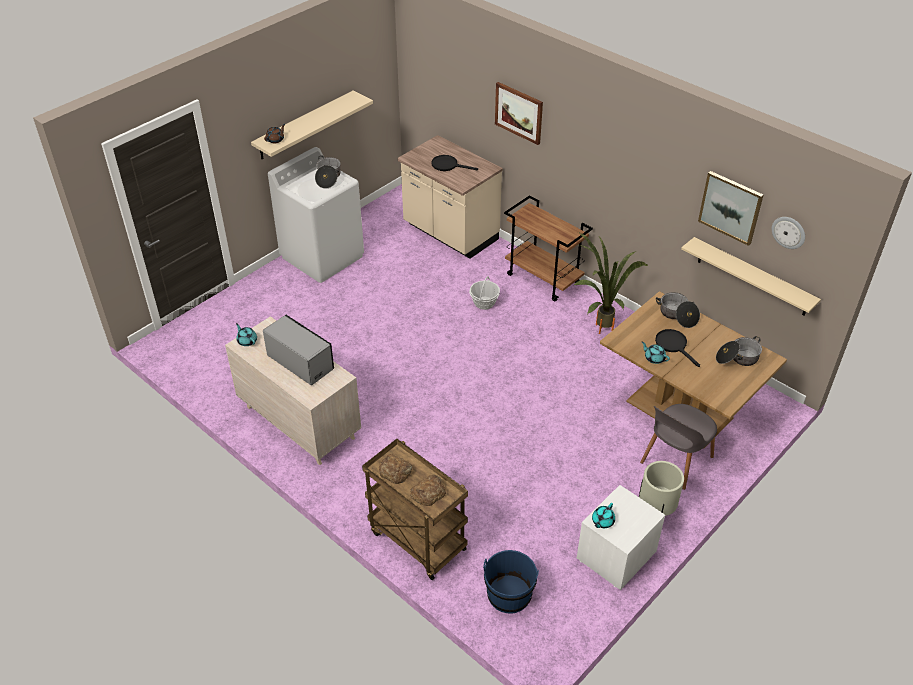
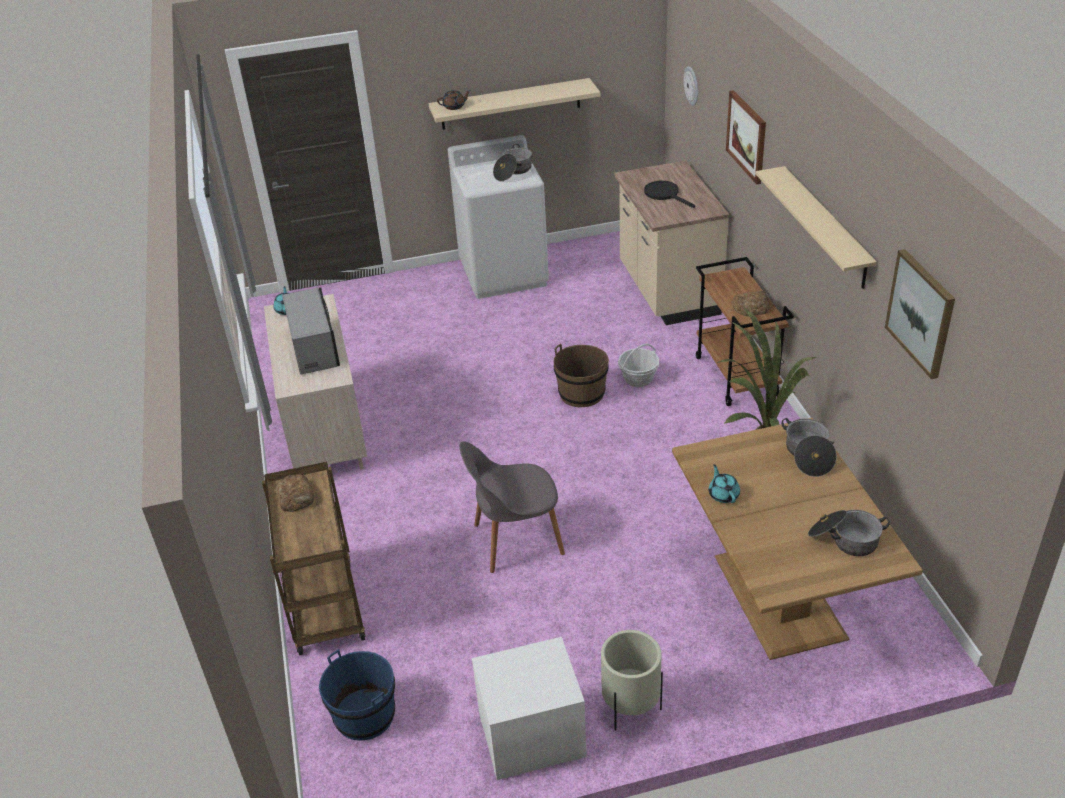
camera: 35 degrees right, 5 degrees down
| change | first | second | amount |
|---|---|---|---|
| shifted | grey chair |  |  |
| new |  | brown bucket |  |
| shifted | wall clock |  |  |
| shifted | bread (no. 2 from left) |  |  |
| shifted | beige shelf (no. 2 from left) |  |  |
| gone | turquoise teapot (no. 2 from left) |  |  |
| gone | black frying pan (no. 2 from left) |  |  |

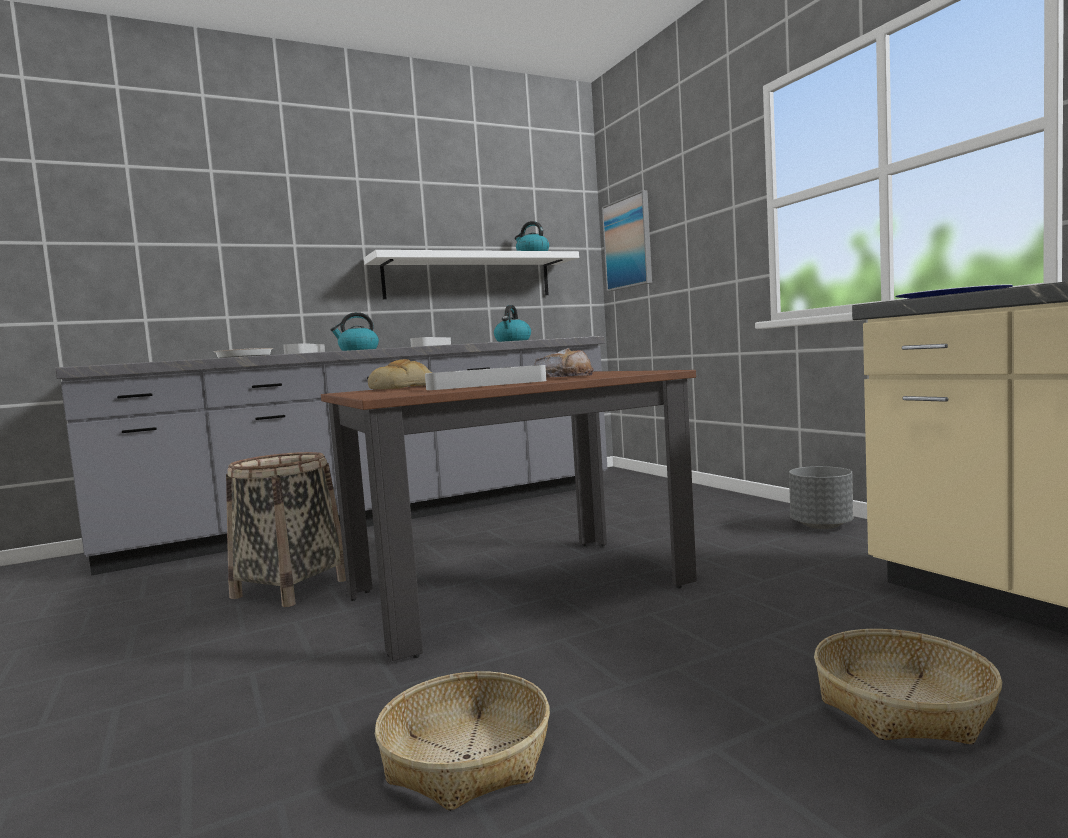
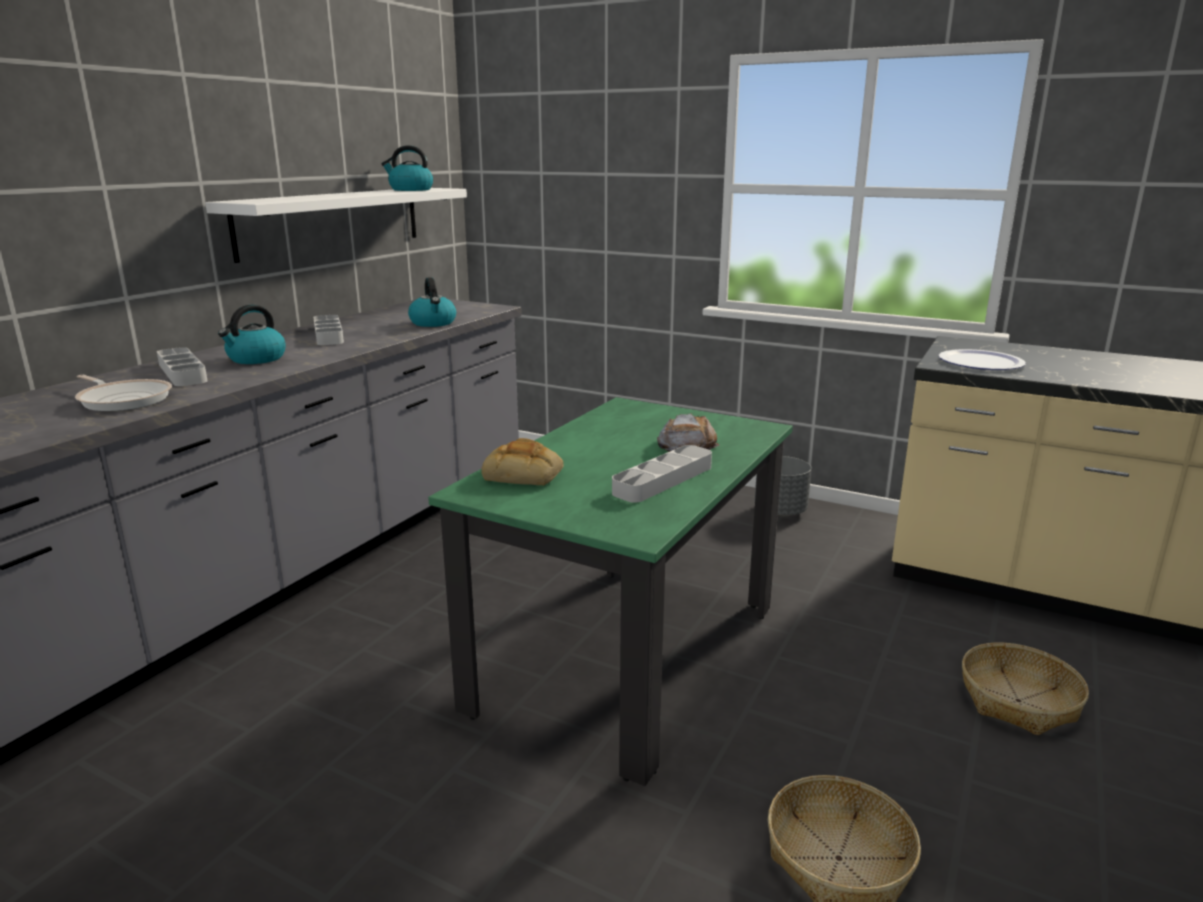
camera: 35 degrees left, 15 degrees up
| change | first | second | amount |
|---|---|---|---|
| repainted | brown dining table | green dining table |  |
| gone | basket (no. 1 from left) |  |  |
| gone | picture |  |  |

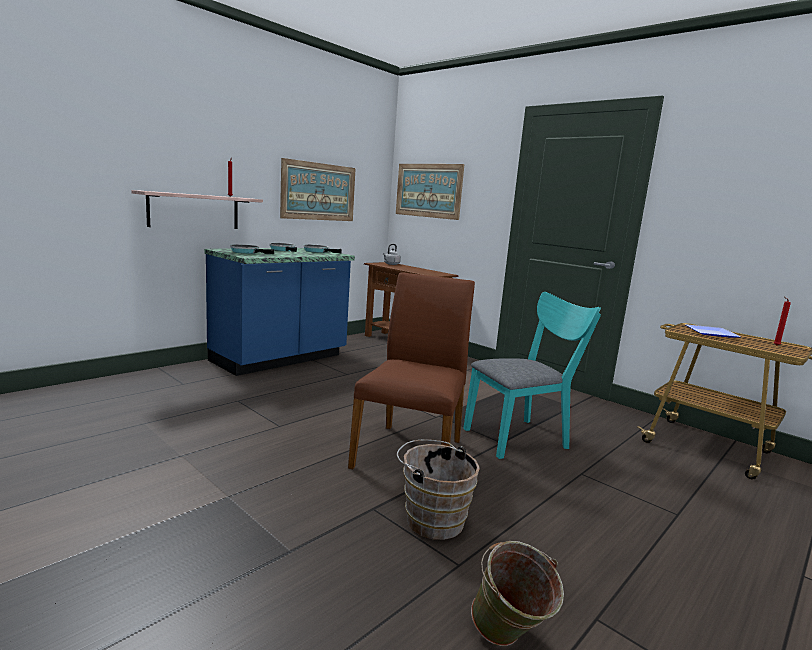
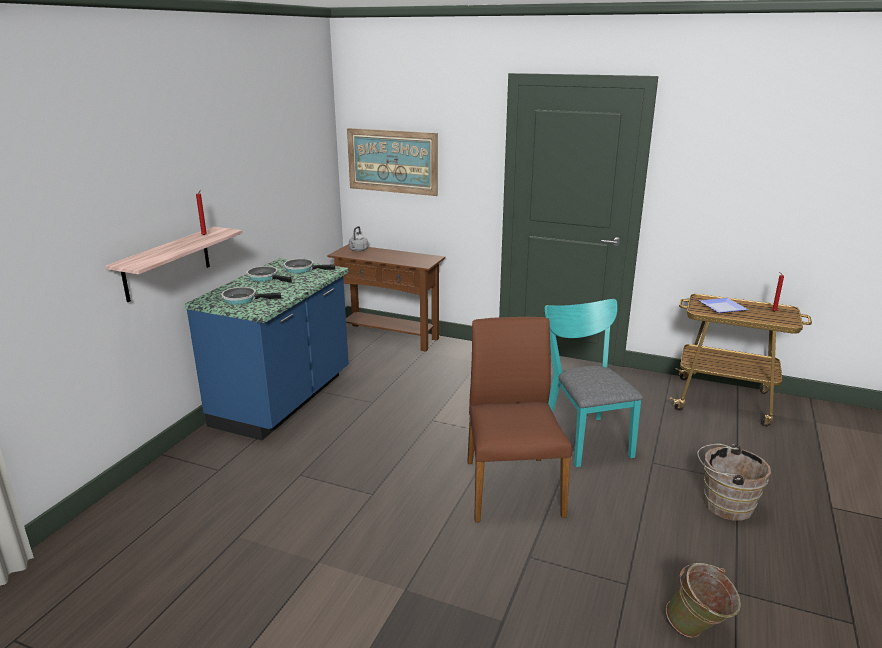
camera: 20 degrees left, 10 degrees up
| change | first | second | amount |
|---|---|---|---|
| rotated | turquoise chair |  | 60 degrees counterclockwise |
| shifted | brown bucket |  |  |
| gone | picture (no. 1 from left) |  |  |

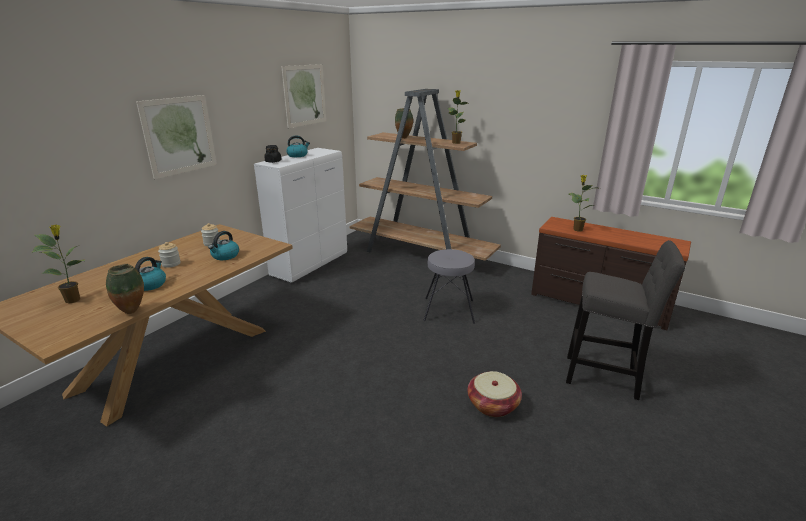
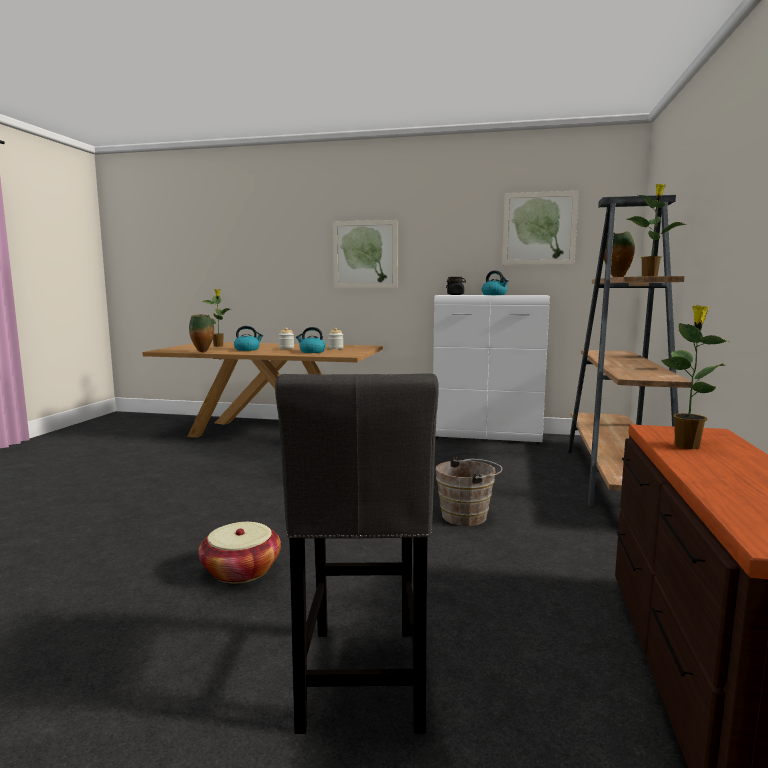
camera: 70 degrees right, 15 degrees down
| change | first | second | amount |
|---|---|---|---|
| swapped | grey stool (no. 1 from left) | brown bucket |  |

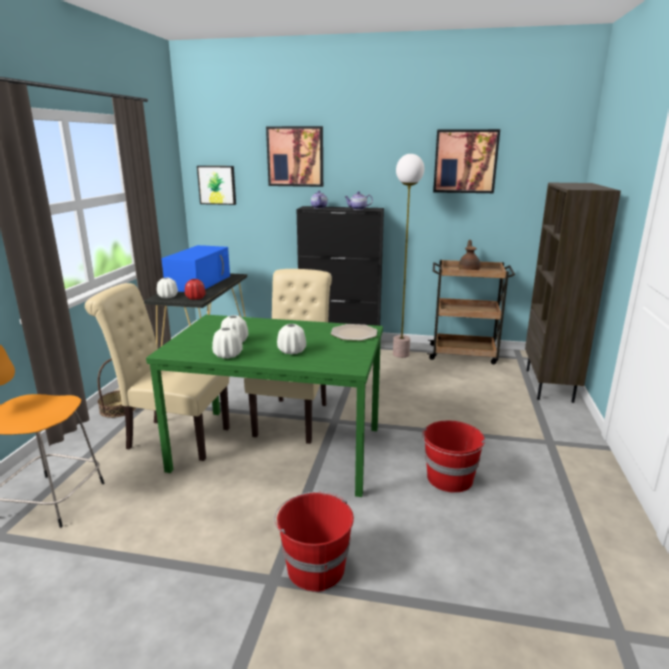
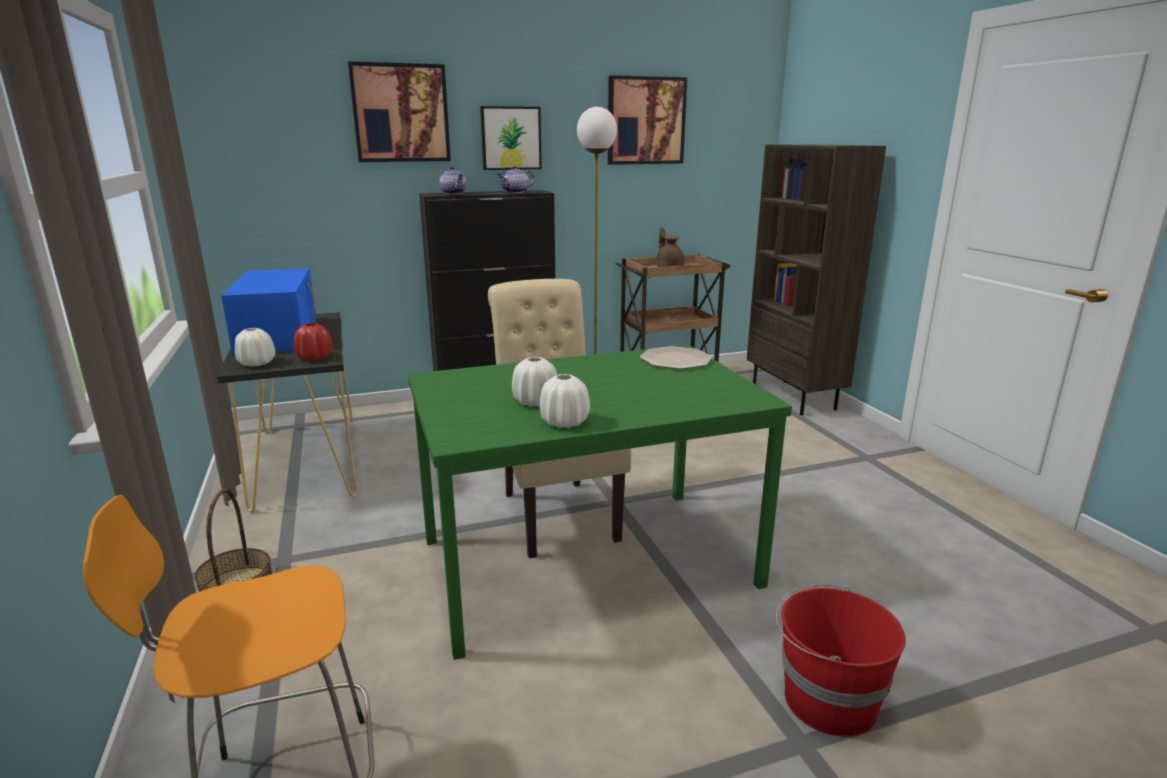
camera: 30 degrees left, 0 degrees up
| change | first | second | amount |
|---|---|---|---|
| shifted | picture (no. 1 from left in the first image) | picture (no. 2 from left) |  |
| gone | beige chair (no. 1 from left) |  |  |
| gone | white vase (no. 4 from left) |  |  |
| gone | red bucket (no. 2 from left) |  |  |

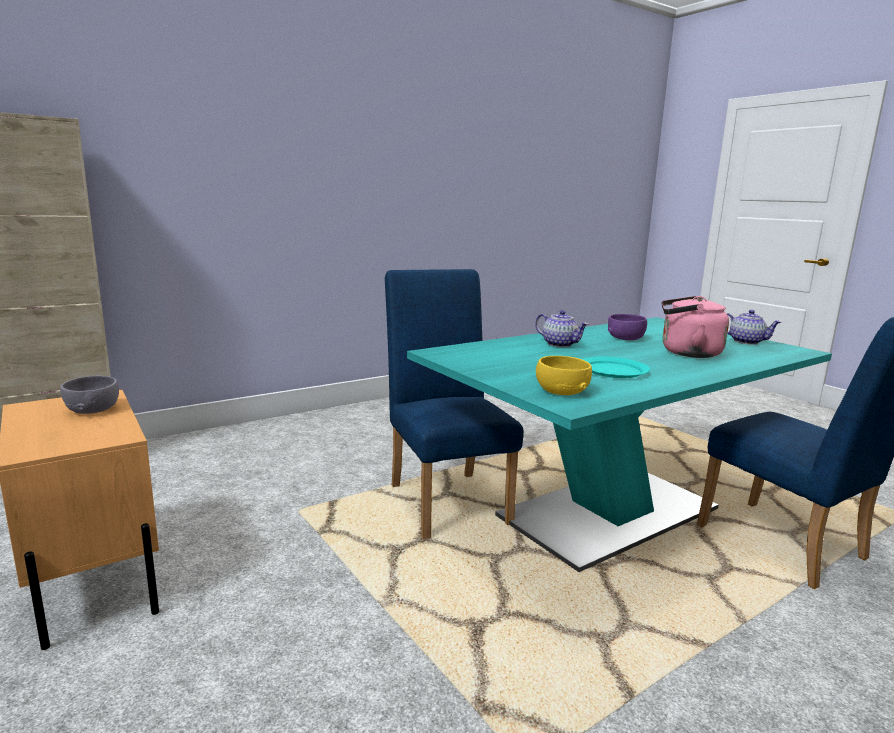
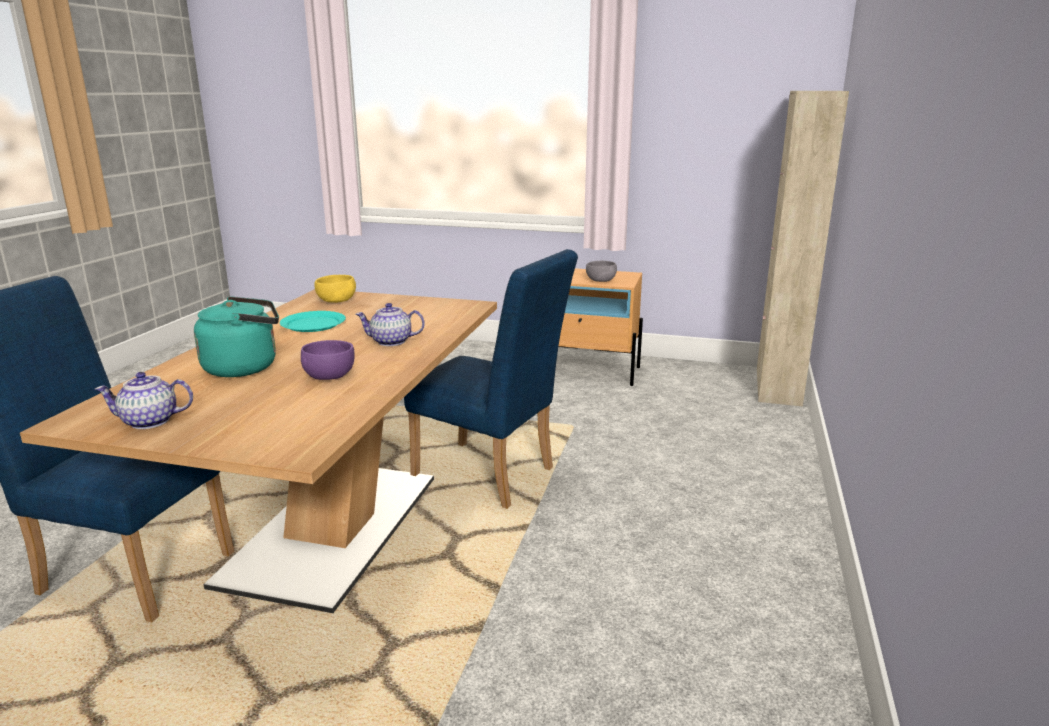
camera: 140 degrees right, 5 degrees up
| change | first | second | amount |
|---|---|---|---|
| repainted | turquoise dining table | brown dining table |  |
| repainted | pink kettle | turquoise kettle |  |

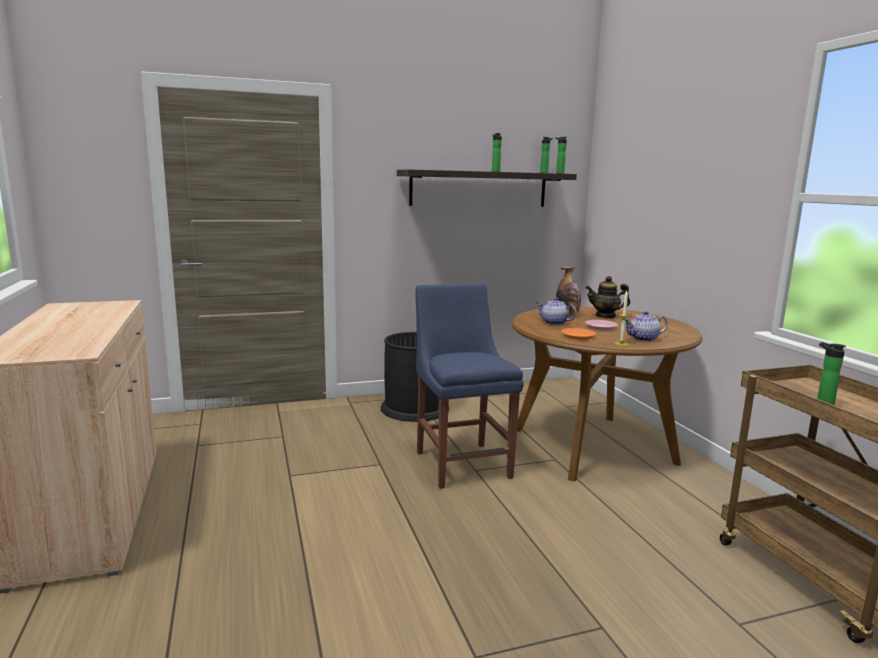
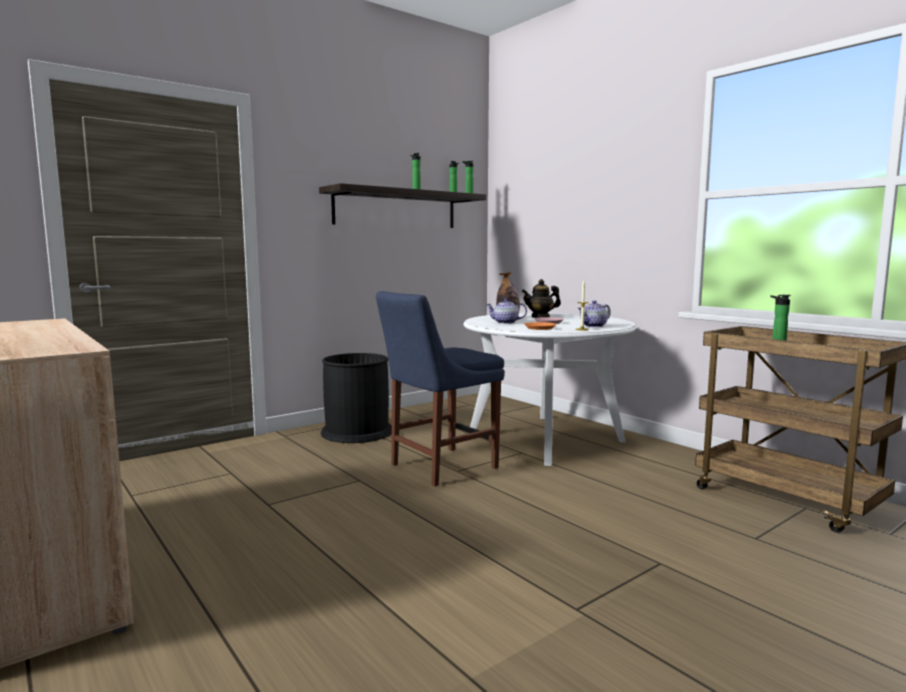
camera: 20 degrees left, 5 degrees down
| change | first | second | amount |
|---|---|---|---|
| rotated | blue chair |  | 90 degrees counterclockwise |
| repainted | brown dining table | white dining table |  |

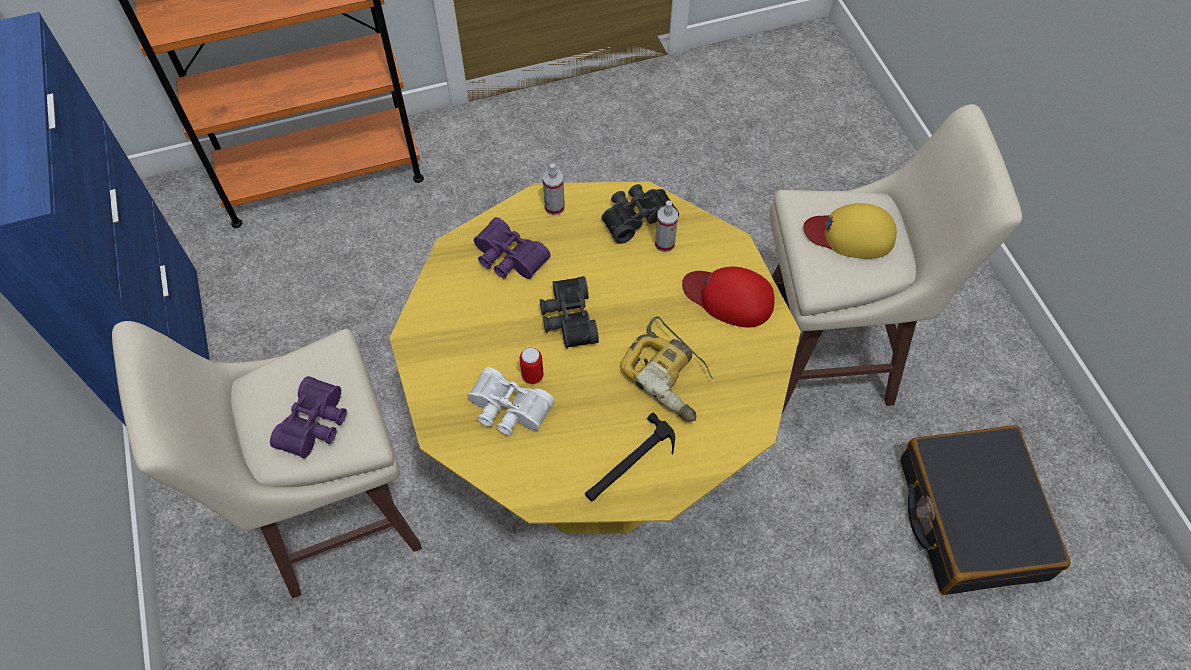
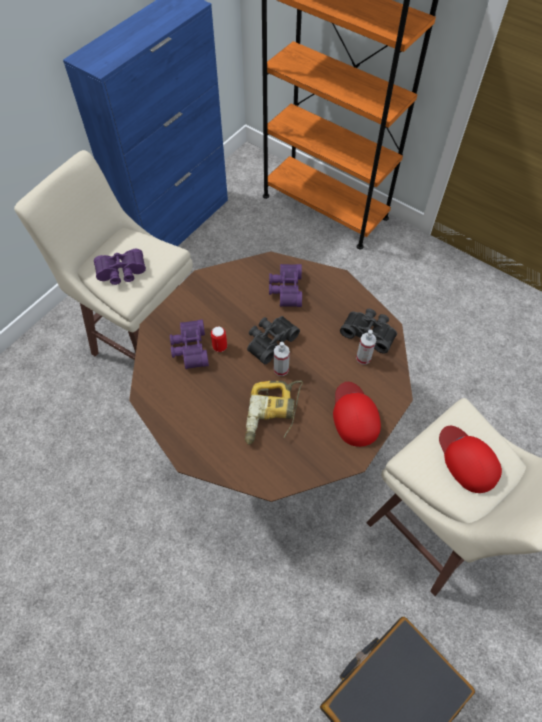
camera: 55 degrees right, 0 degrees up
| change | first | second | amount |
|---|---|---|---|
| repainted | yellow dining table | brown dining table |  |
| repainted | white binoculars | purple binoculars (no. 2 from left) |  |
| shifted | spray bottle (no. 1 from left) |  |  |
| repainted | yellow cap | red cap (no. 2 from left) |  |
| gone | hammer |  |  |

